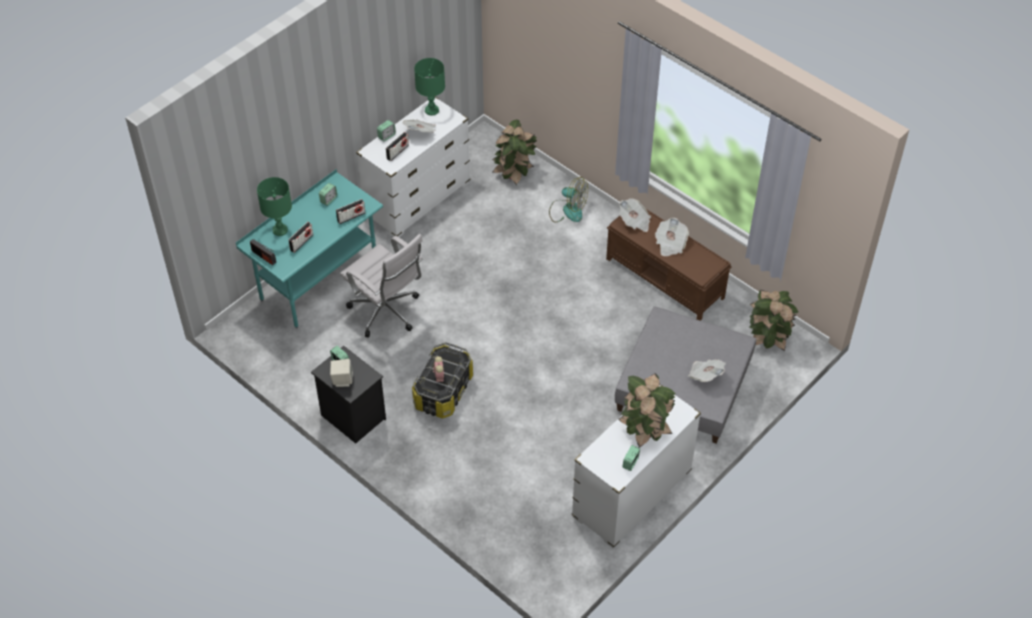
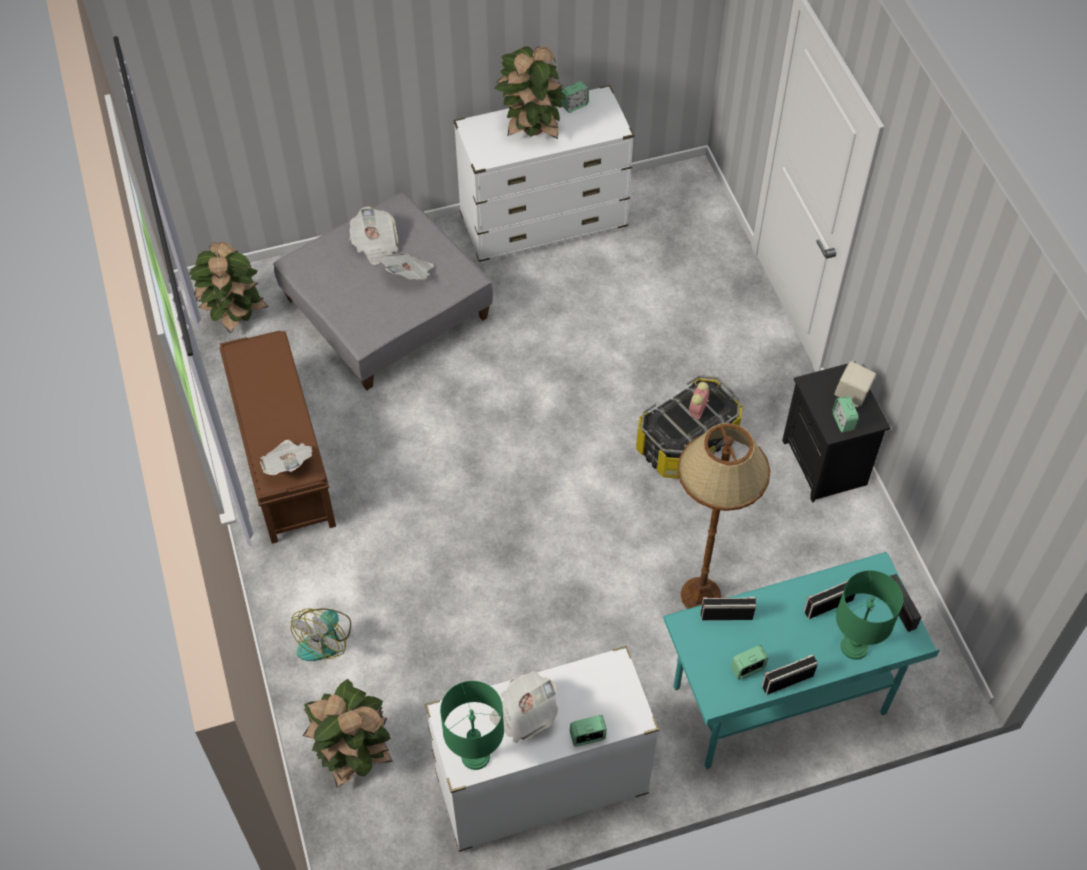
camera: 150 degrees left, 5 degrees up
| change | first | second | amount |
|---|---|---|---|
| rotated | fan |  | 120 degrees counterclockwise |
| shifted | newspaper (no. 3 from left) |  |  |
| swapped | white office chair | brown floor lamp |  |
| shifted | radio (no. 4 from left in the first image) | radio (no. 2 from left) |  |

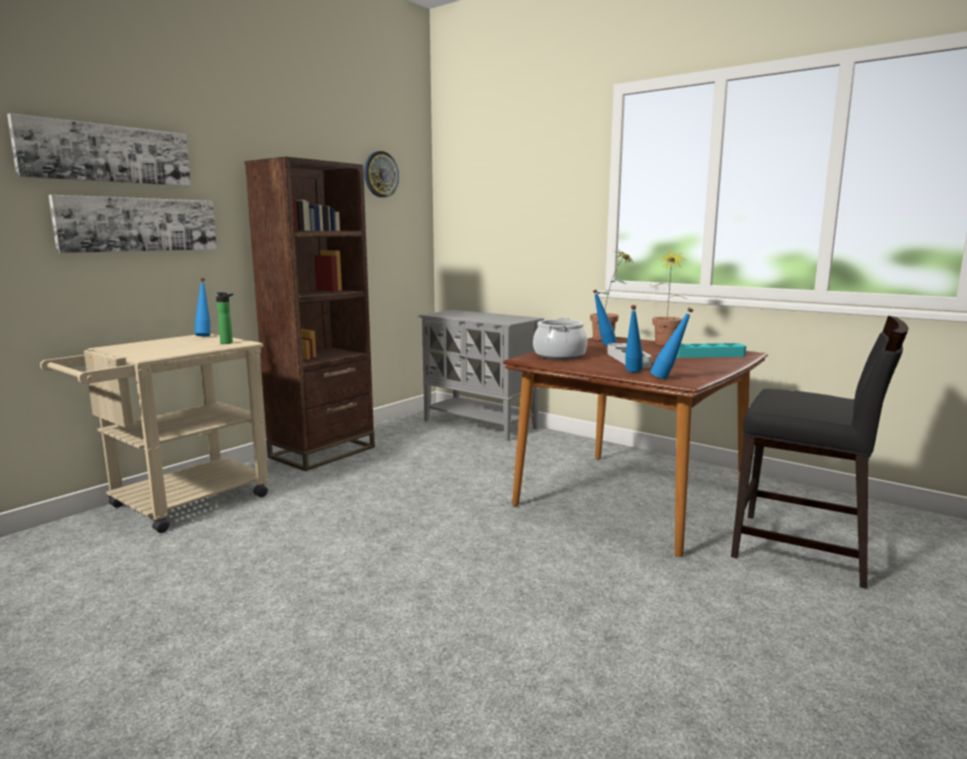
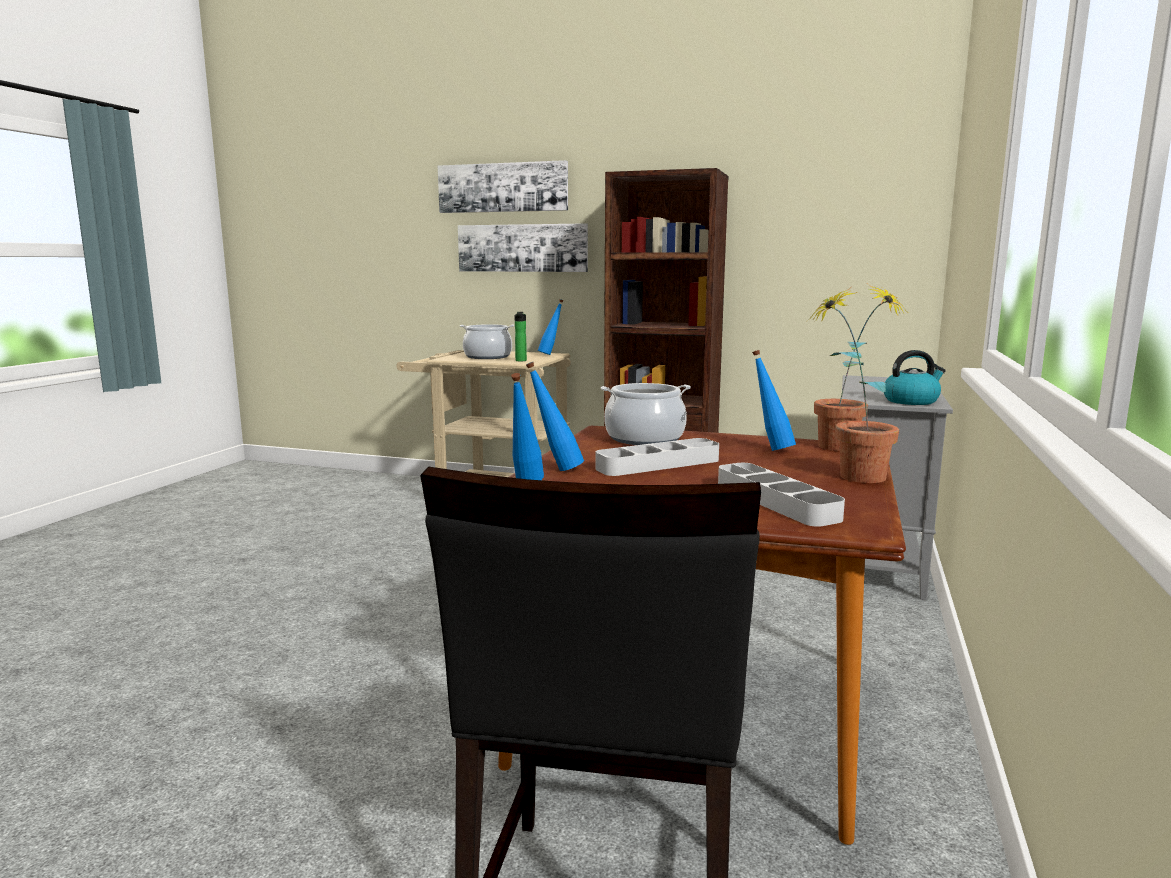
camera: 70 degrees right, 0 degrees up
| change | first | second | amount |
|---|---|---|---|
| new |  | cooking pot (no. 1 from left) |  |
| repainted | turquoise tray | grey tray (no. 2 from left) |  |
| new |  | kettle |  |
| gone | wall clock |  |  |

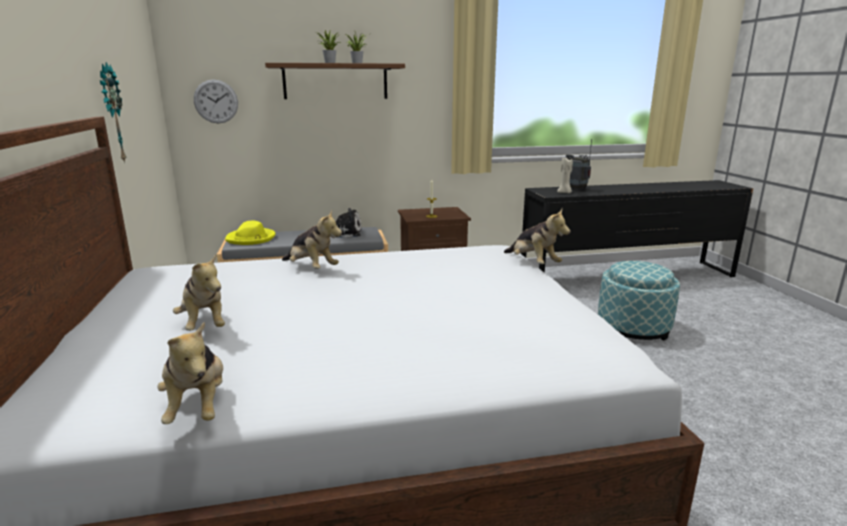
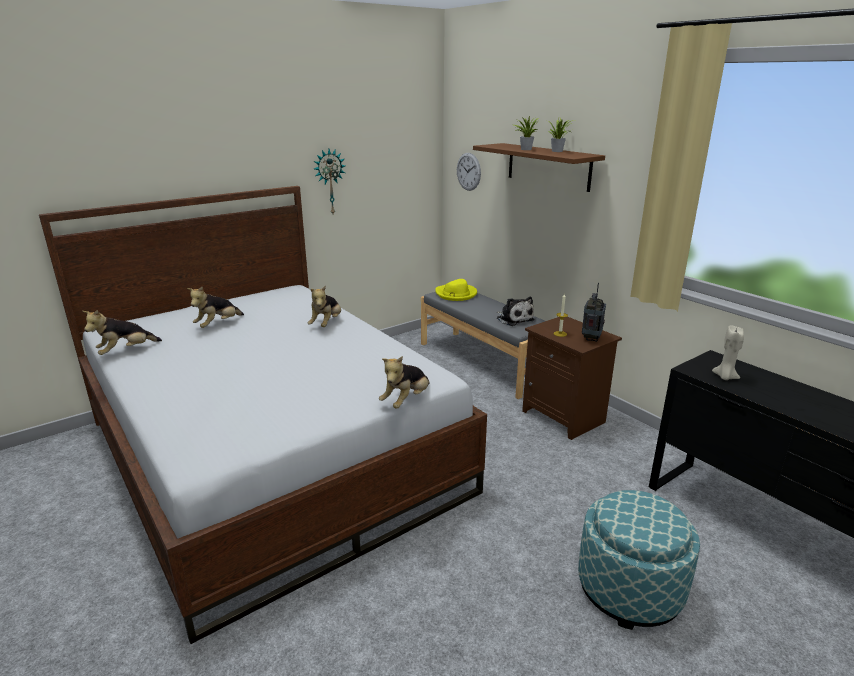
camera: 65 degrees right, 5 degrees up
| change | first | second | amount |
|---|---|---|---|
| shifted | radio |  |  |

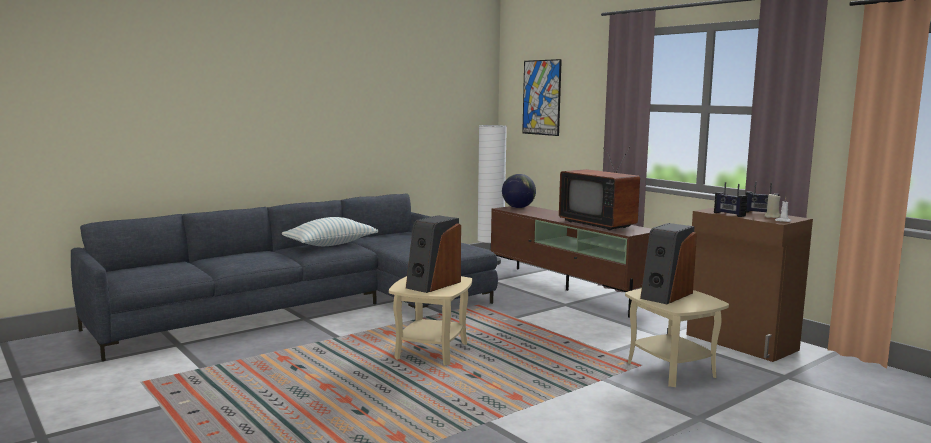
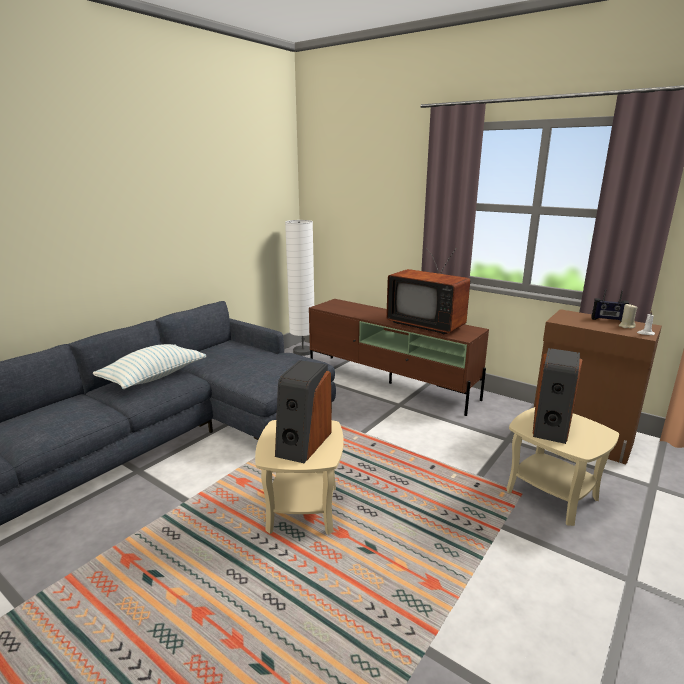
camera: 15 degrees left, 10 degrees up
| change | first | second | amount |
|---|---|---|---|
| gone | globe |  |  |
| gone | picture |  |  |
| gone | radio (no. 1 from left) |  |  |

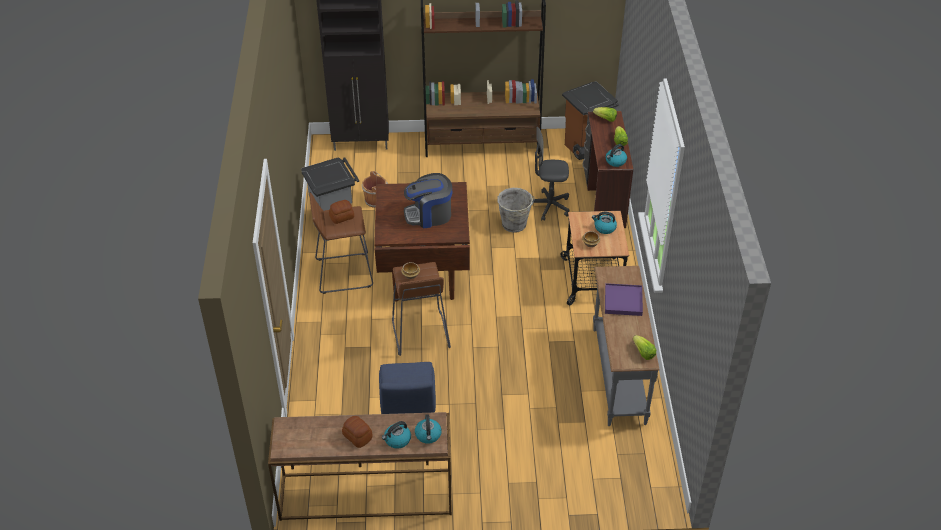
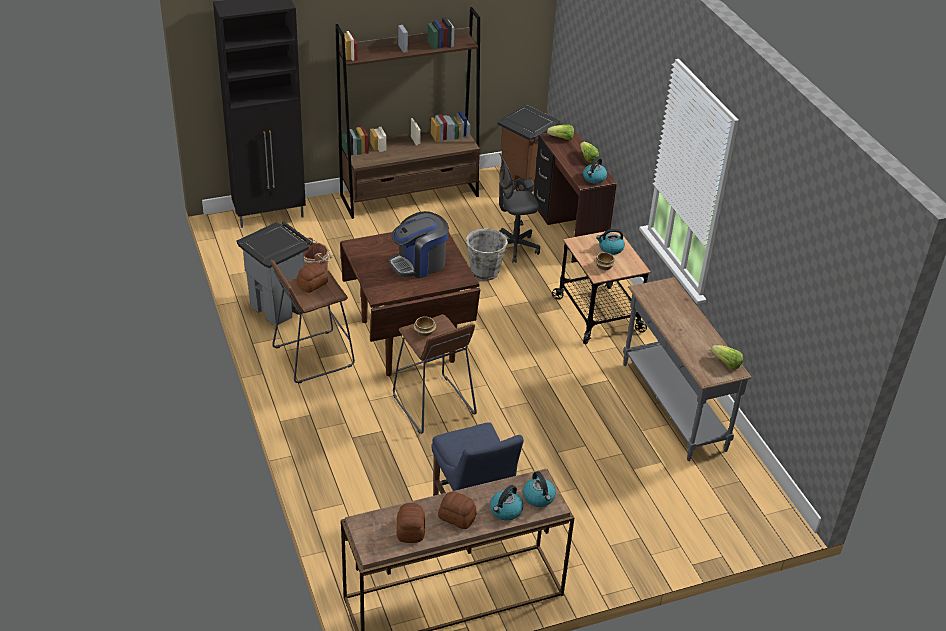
camera: 20 degrees left, 5 degrees down
| change | first | second | amount |
|---|---|---|---|
| new |  | bread (no. 2 from left) |  |
| gone | purple tray |  |  |

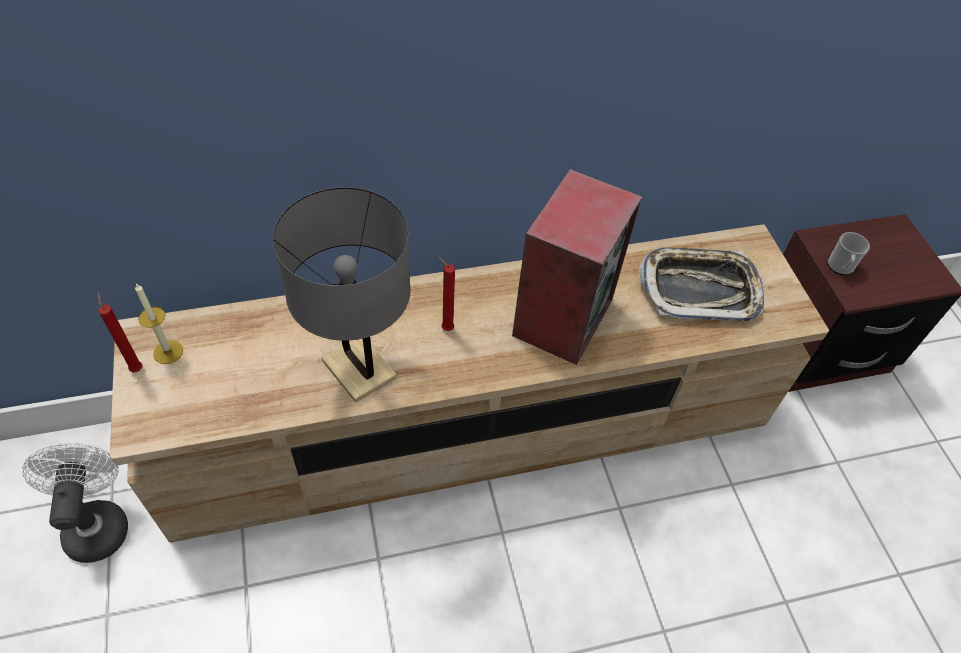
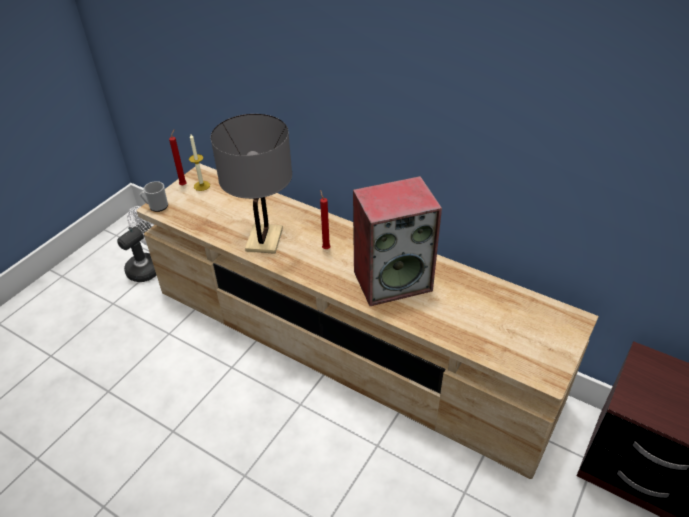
camera: 50 degrees right, 10 degrees down
| change | first | second | amount |
|---|---|---|---|
| shifted | mug |  |  |
| gone | tray |  |  |

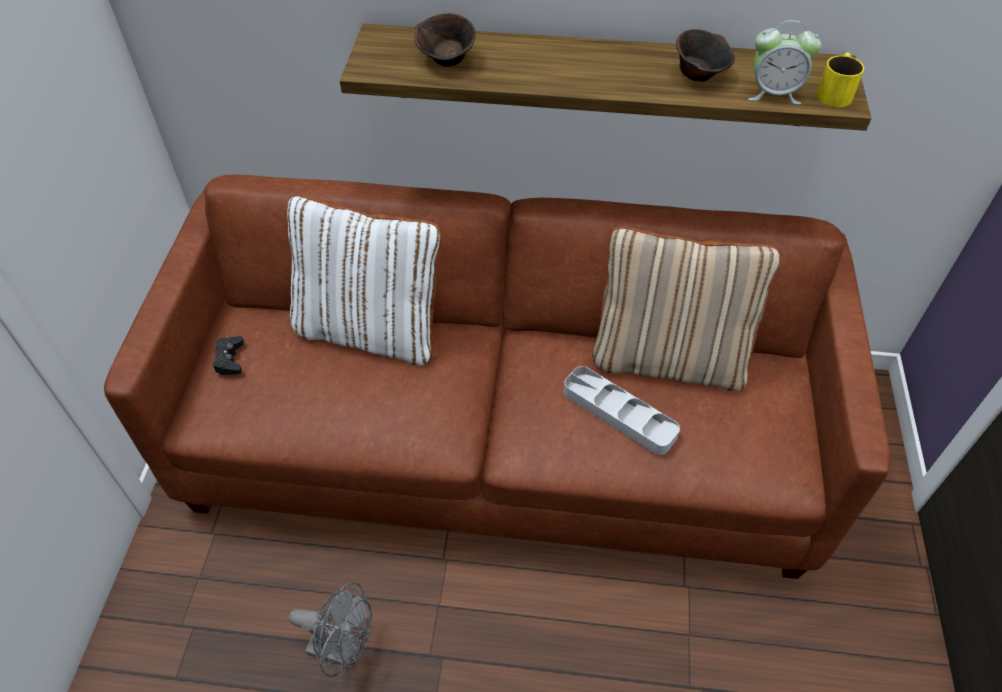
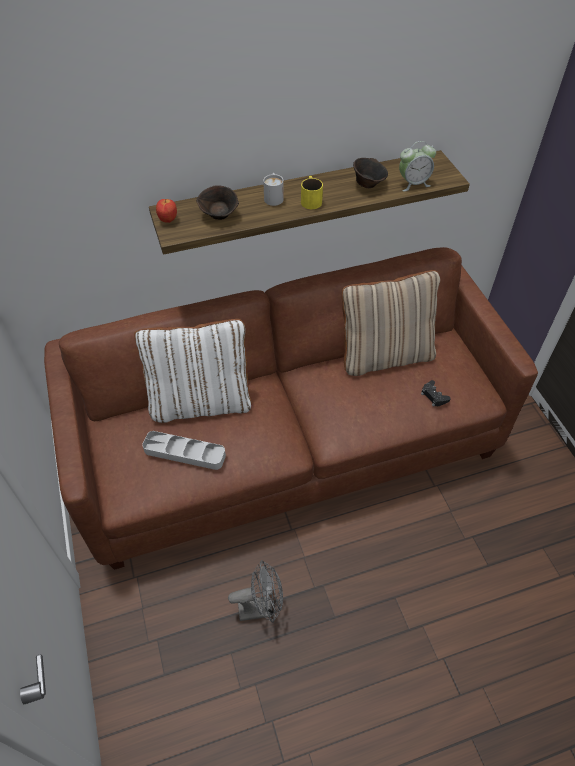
camera: 25 degrees left, 0 degrees up
| change | first | second | amount |
|---|---|---|---|
| shifted | grey tray |  |  |
| new |  | apple |  |
| new |  | white mug |  |
| shifted | yellow mug |  |  |
| shifted | black game controller |  |  |

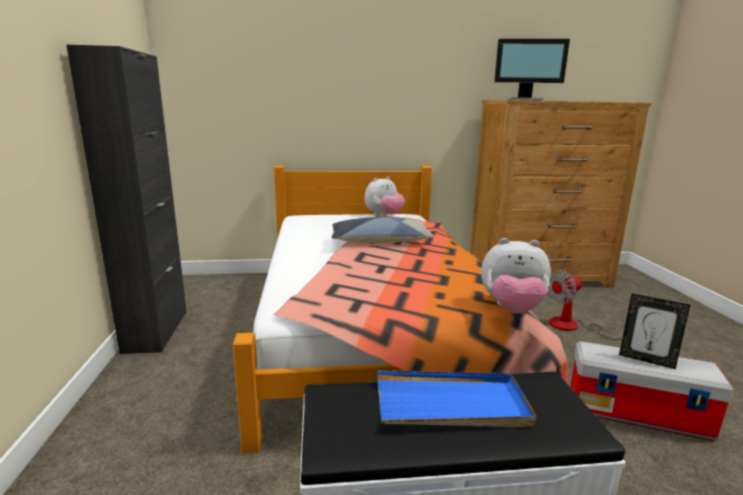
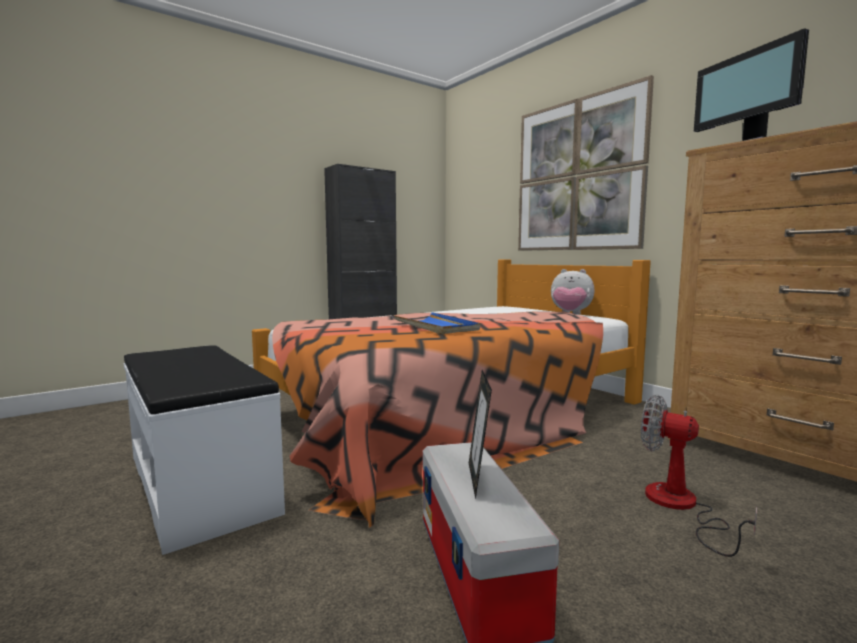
camera: 60 degrees right, 10 degrees down
| change | first | second | amount |
|---|---|---|---|
| shifted | blue tray |  |  |
| new |  | picture |  |
| gone | pillow |  |  |
| gone | plush toy (no. 2 from left) |  |  |

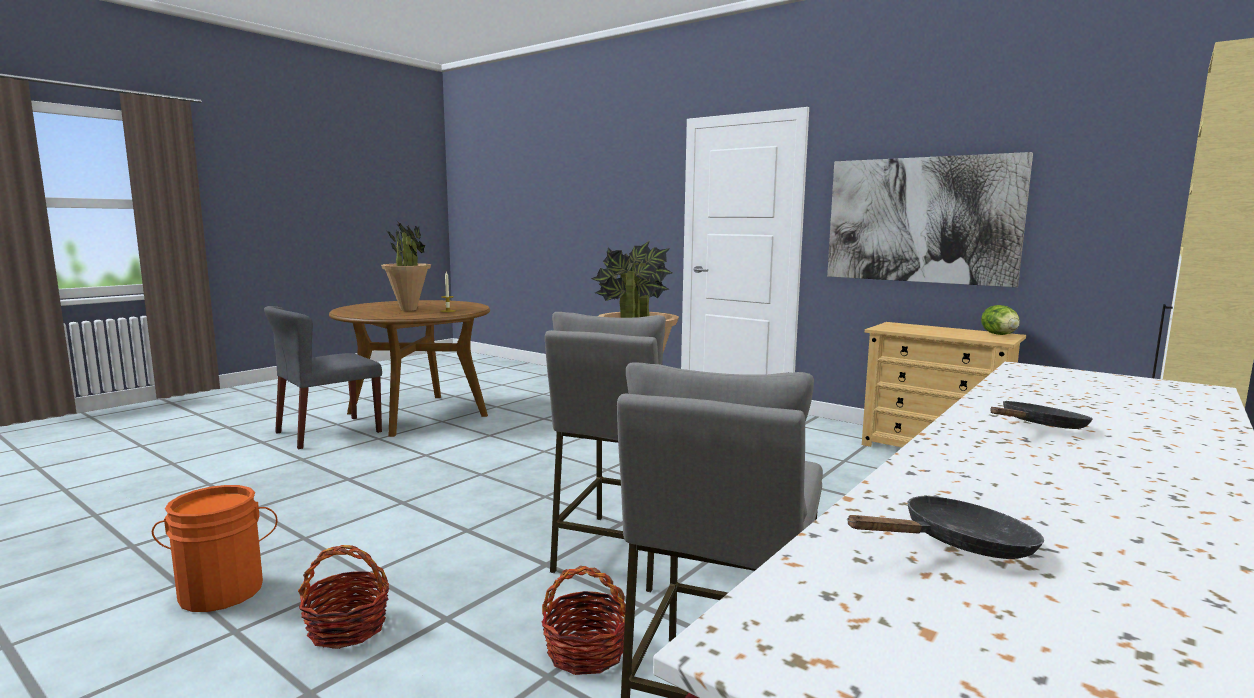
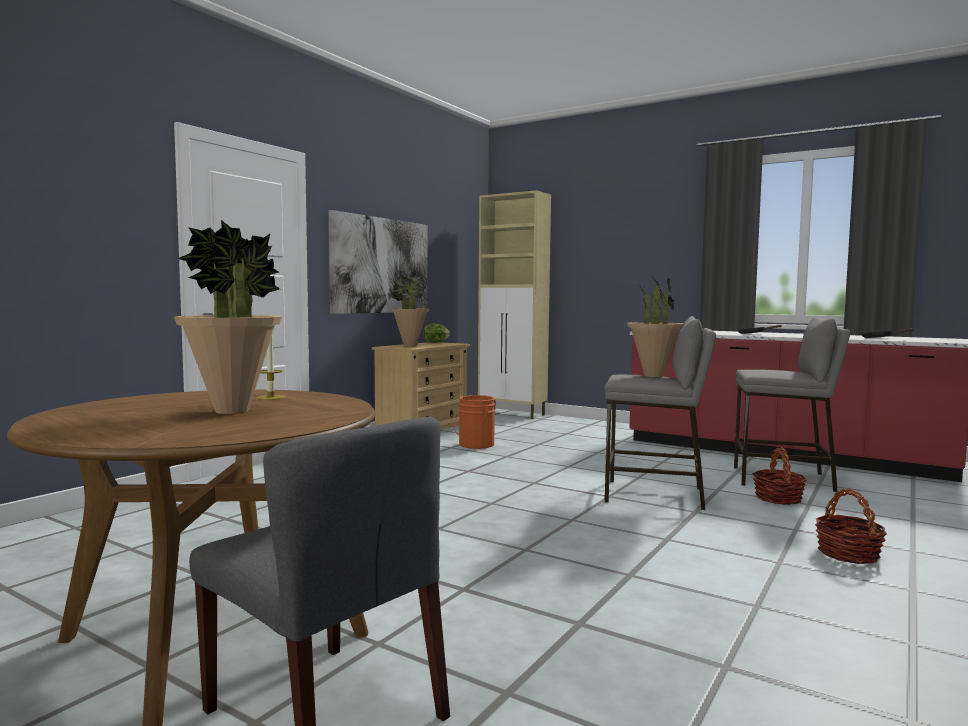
camera: 95 degrees left, 5 degrees down
| change | first | second | amount |
|---|---|---|---|
| new |  | potted plant (no. 2 from left) |  |
| shifted | orange bucket |  |  |

